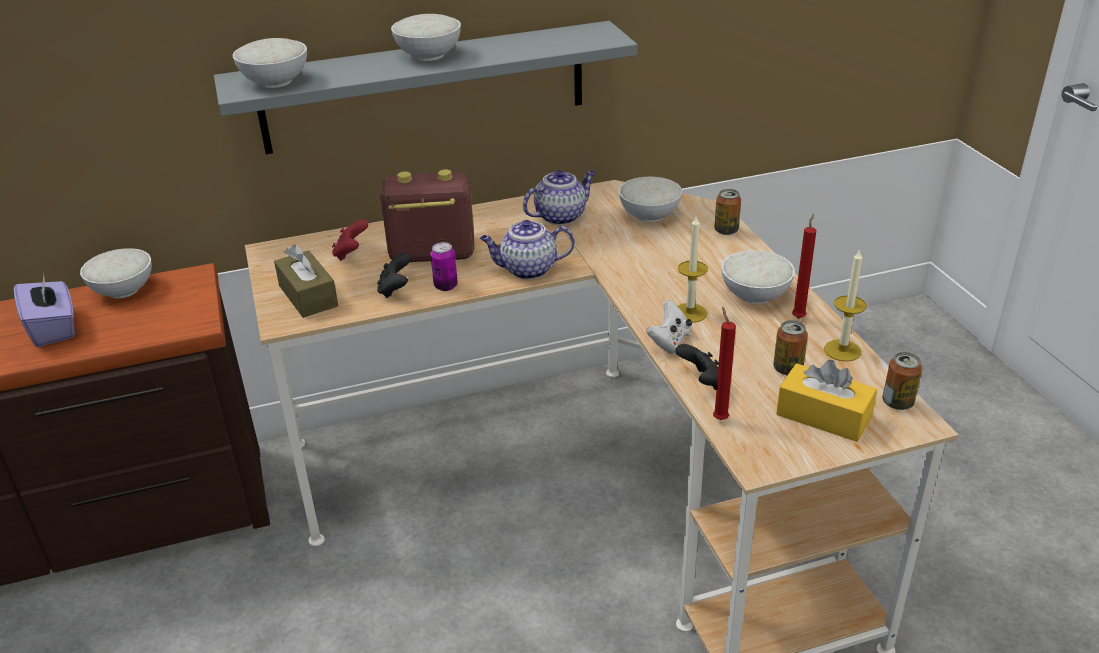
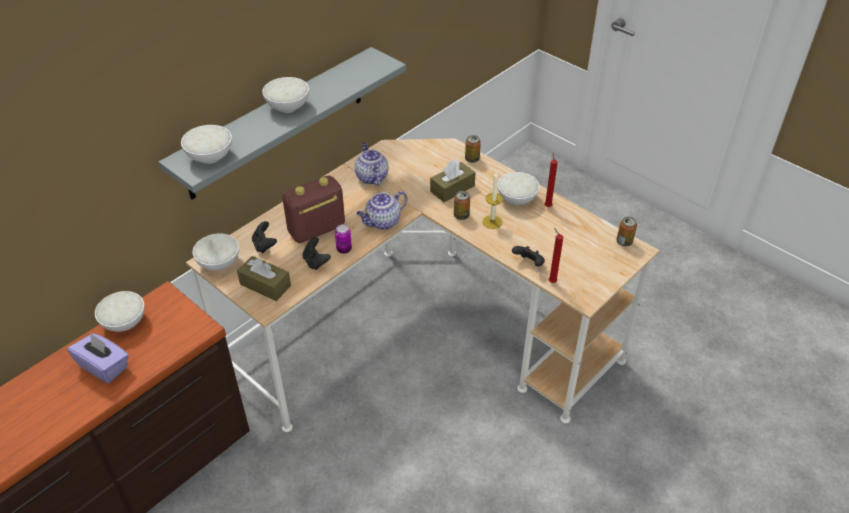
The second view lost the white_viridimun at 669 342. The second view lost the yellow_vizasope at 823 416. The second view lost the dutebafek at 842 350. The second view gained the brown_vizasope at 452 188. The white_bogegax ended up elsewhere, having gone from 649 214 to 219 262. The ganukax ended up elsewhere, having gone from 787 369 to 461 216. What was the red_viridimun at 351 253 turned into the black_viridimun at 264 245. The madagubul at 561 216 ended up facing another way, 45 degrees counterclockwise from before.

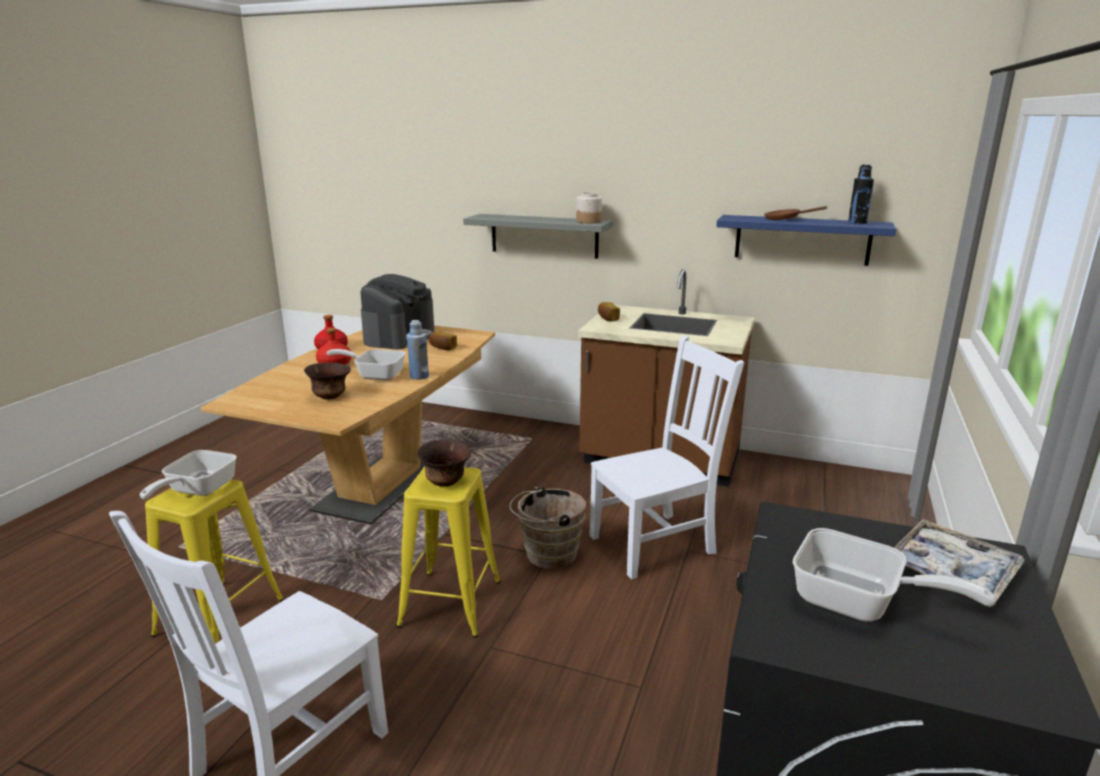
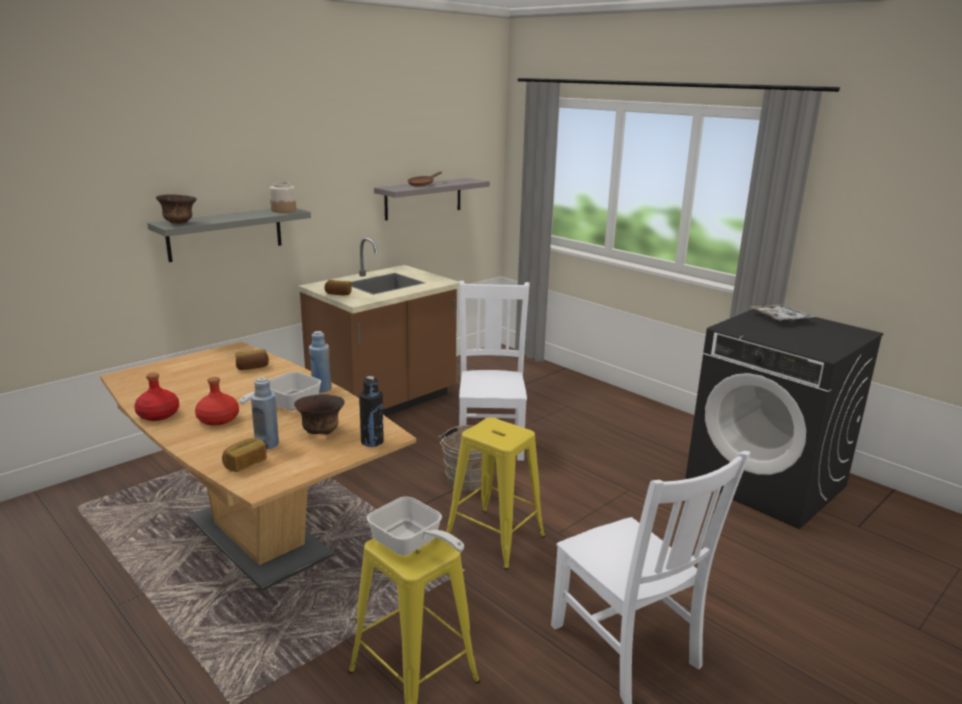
The second view lost the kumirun at 400 337. The second view lost the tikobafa at 859 603. The second view gained the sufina at 245 464. The second view gained the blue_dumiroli at 267 444. The brown_bogegax ended up elsewhere, having gone from 445 482 to 179 223. The black_dumiroli ended up elsewhere, having gone from 857 223 to 372 442. What was the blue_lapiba at 802 240 turned into the grey_lapiba at 423 198.

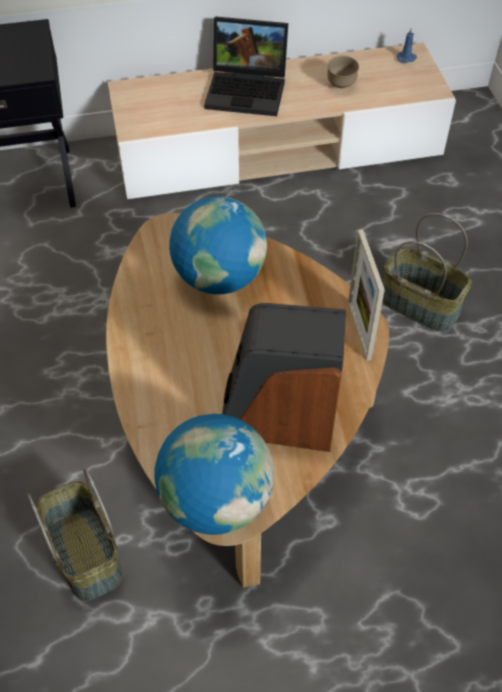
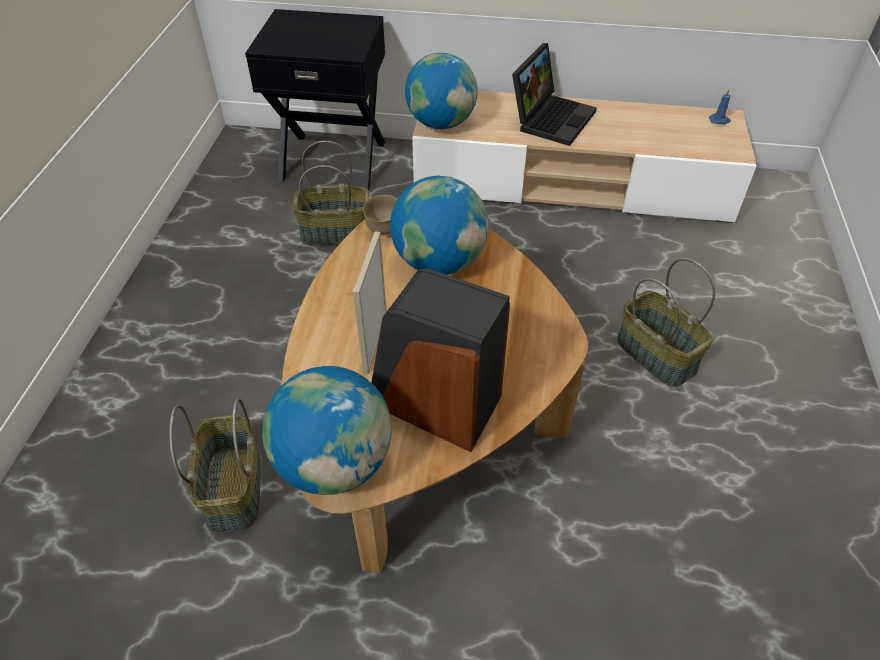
The second view gained the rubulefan at 336 231. The second view gained the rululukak at 441 123. The brown_bogegax ended up elsewhere, having gone from 341 85 to 384 230. The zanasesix ended up elsewhere, having gone from 359 330 to 375 342. The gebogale at 248 90 ended up facing another way, 90 degrees counterclockwise from before.

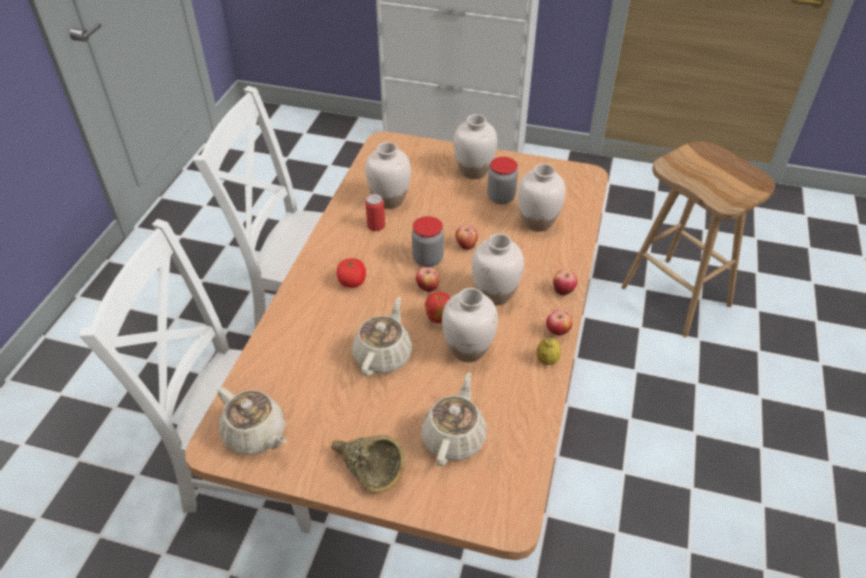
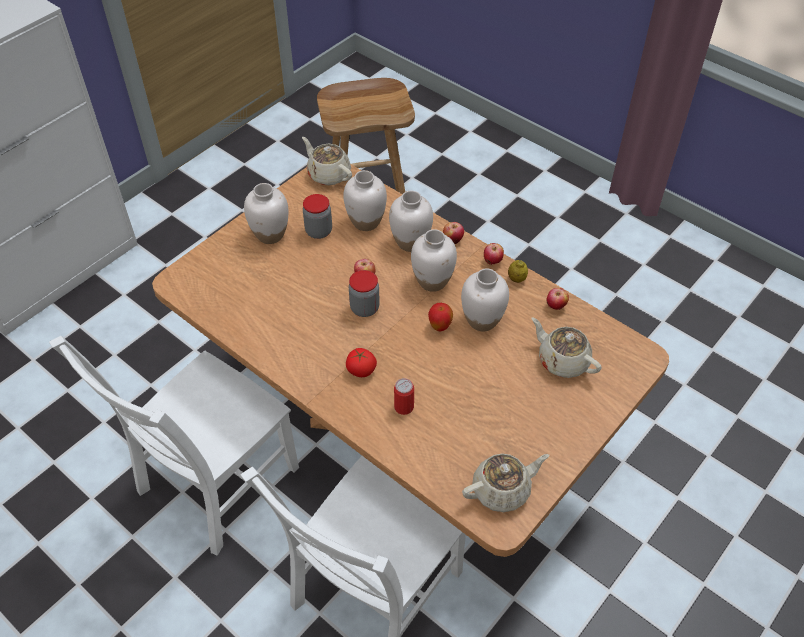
The second view lost the brown_bogegax at 367 469. The beige_madagubul ended up elsewhere, having gone from 383 355 to 328 174. The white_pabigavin ended up elsewhere, having gone from 389 200 to 410 242. The ganukax ended up elsewhere, having gone from 376 225 to 404 407. The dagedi ended up elsewhere, having gone from 427 288 to 555 307.

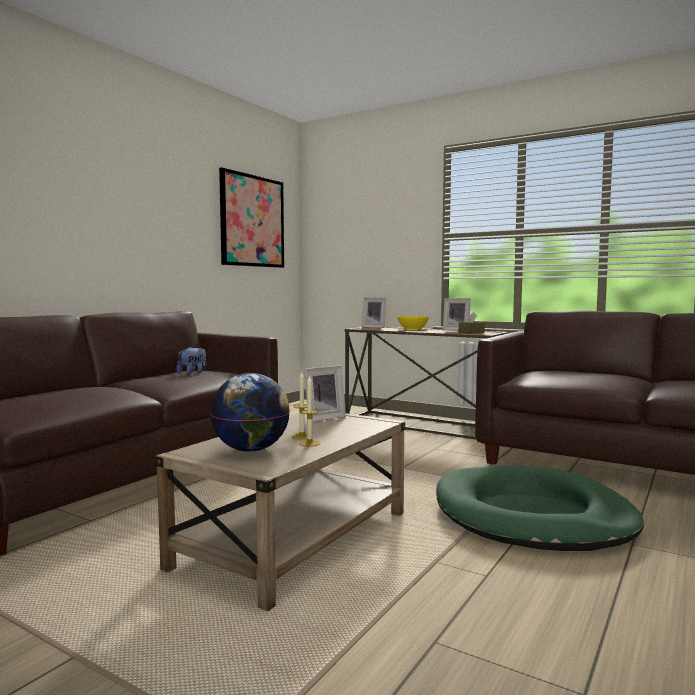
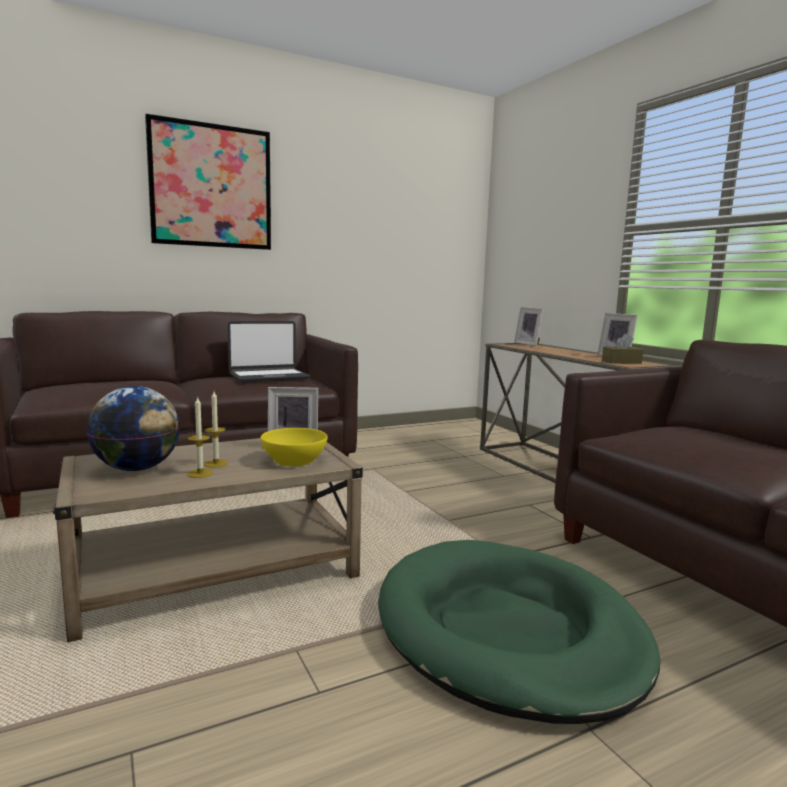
The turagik ended up elsewhere, having gone from 252 221 to 211 186. The yellow_bogegax ended up elsewhere, having gone from 413 328 to 294 460. Where the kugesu stood at 192 372, the gebogale came to stand at 269 376.

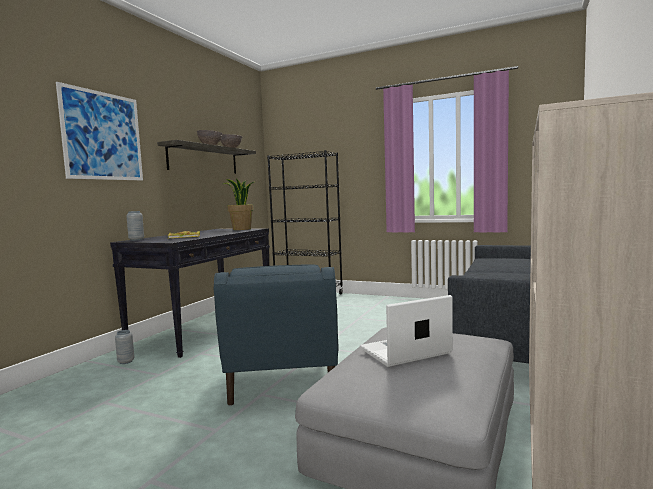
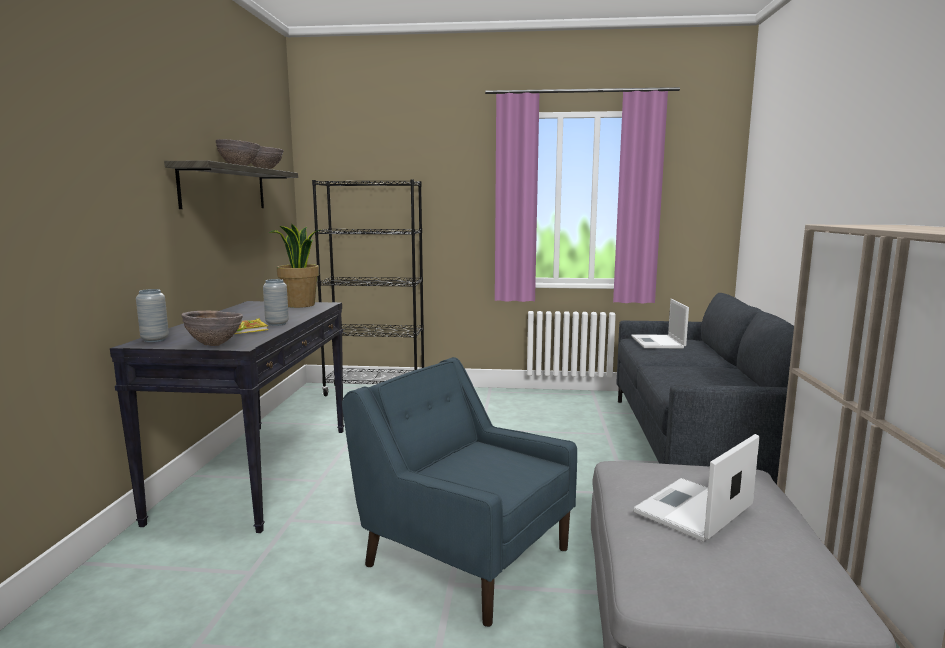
The second view lost the turagik at 103 136. The second view gained the brown_bogegax at 215 345. The second view gained the gebogale at 658 342. The grey_pabigavin ended up elsewhere, having gone from 126 361 to 277 324. The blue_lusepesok at 283 381 ended up facing another way, 150 degrees clockwise from before.

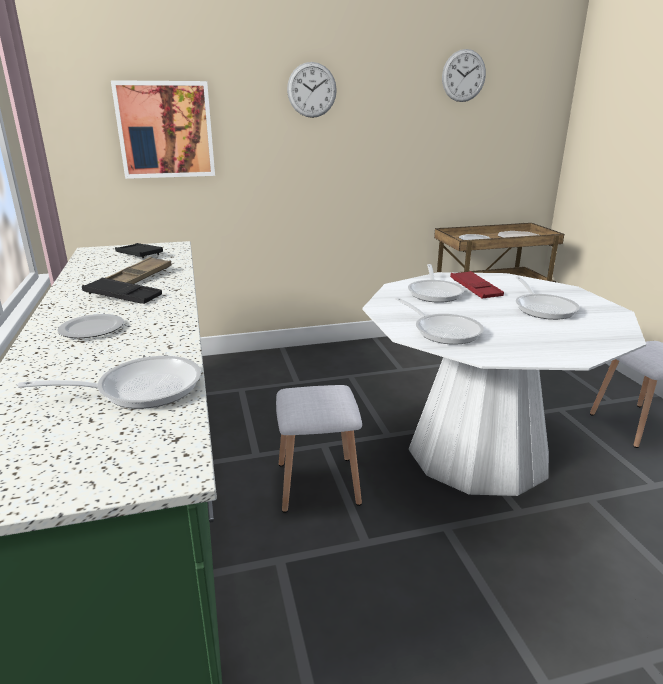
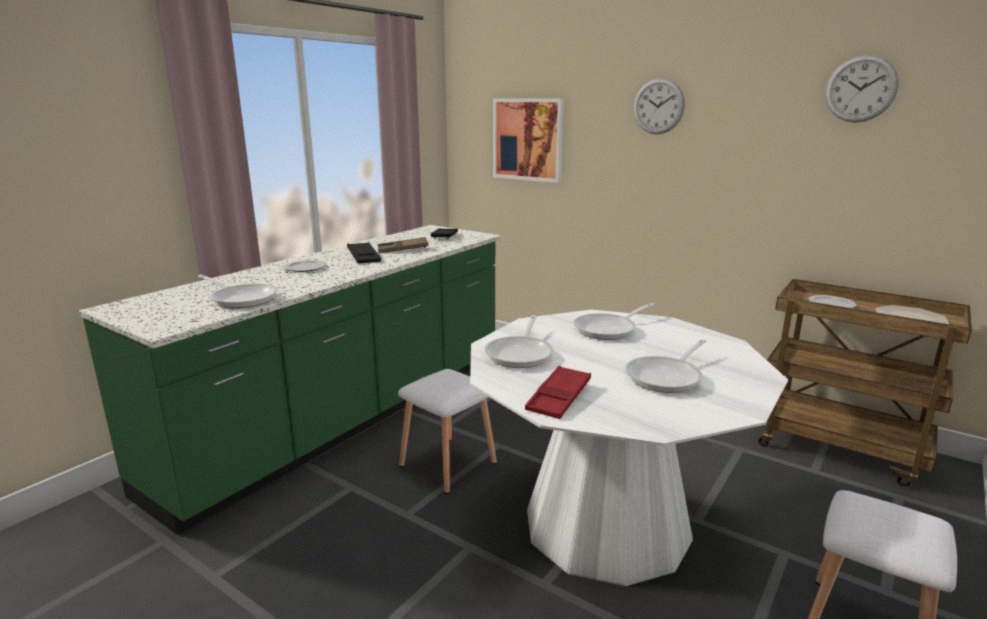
The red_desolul ended up elsewhere, having gone from 475 289 to 559 397.

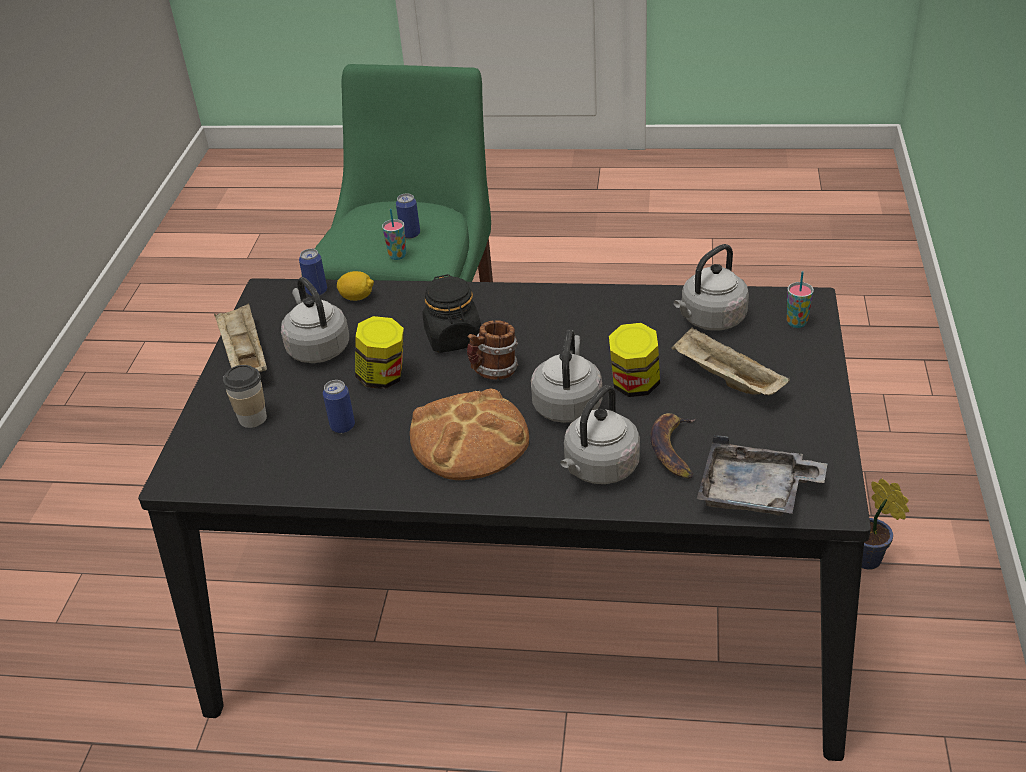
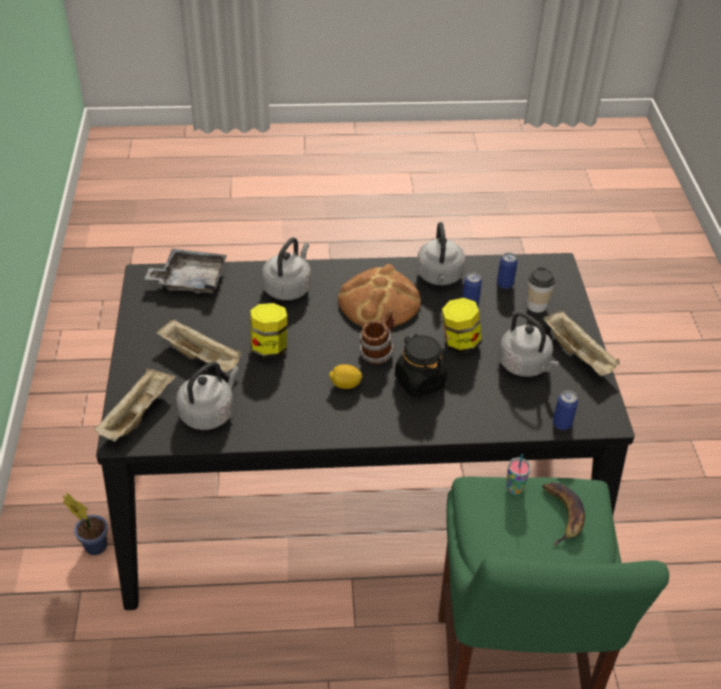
The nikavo ended up elsewhere, having gone from 357 297 to 345 385. The ganukax ended up elsewhere, having gone from 410 234 to 505 284. The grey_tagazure ended up elsewhere, having gone from 568 404 to 439 277. The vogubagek ended up elsewhere, having gone from 673 449 to 562 514. Where the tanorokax stood at 796 323, the beige_desolul came to stand at 138 414.

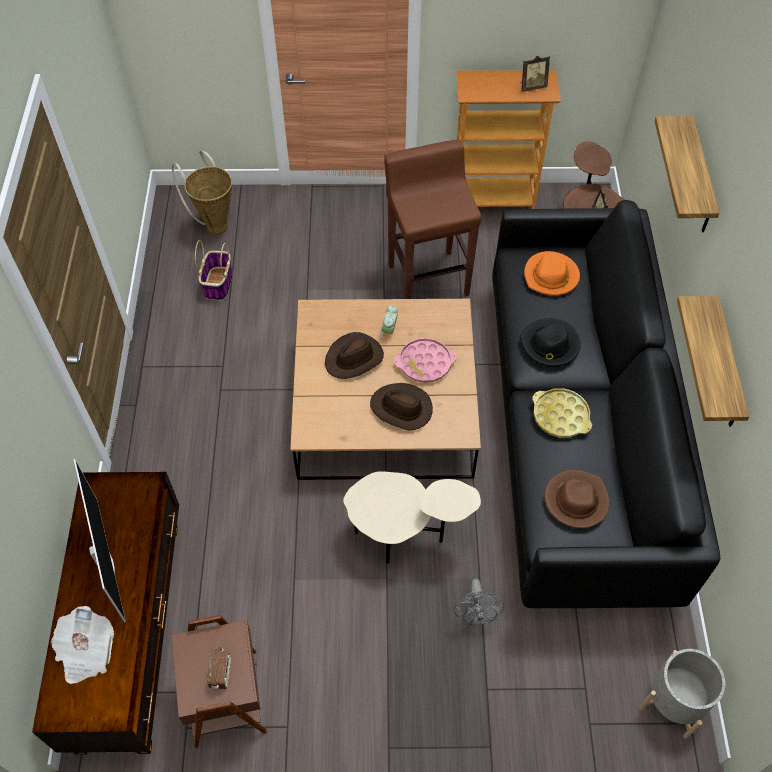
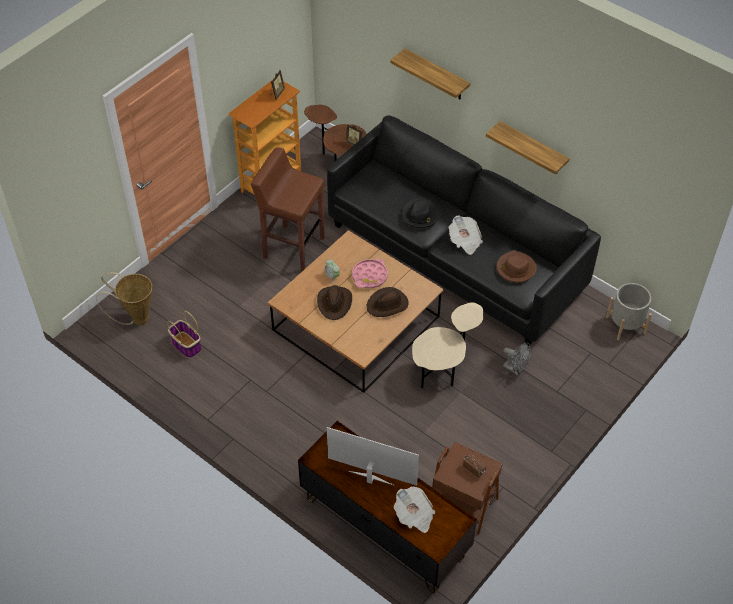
The second view lost the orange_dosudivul at 551 276. Where the yellow_desolul stood at 560 416, the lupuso came to stand at 465 241.

